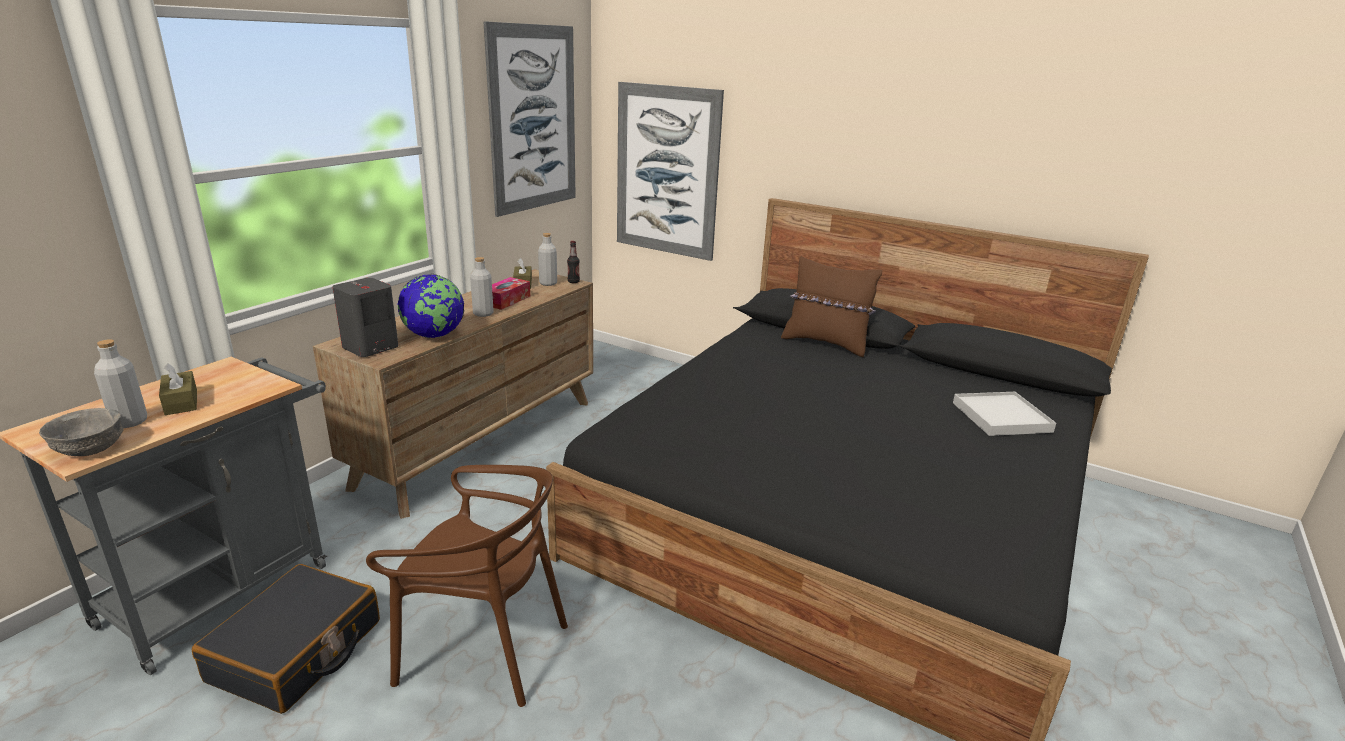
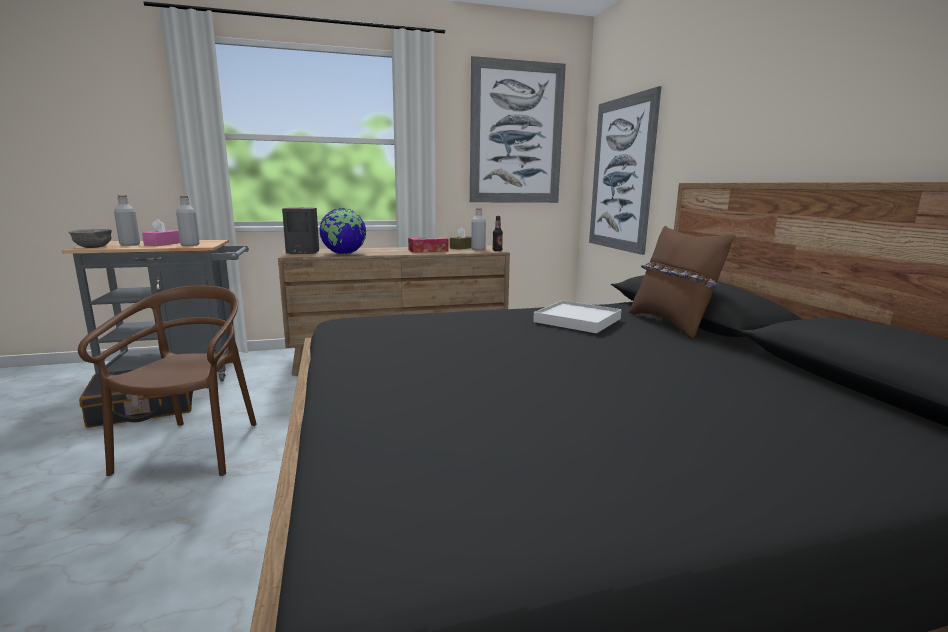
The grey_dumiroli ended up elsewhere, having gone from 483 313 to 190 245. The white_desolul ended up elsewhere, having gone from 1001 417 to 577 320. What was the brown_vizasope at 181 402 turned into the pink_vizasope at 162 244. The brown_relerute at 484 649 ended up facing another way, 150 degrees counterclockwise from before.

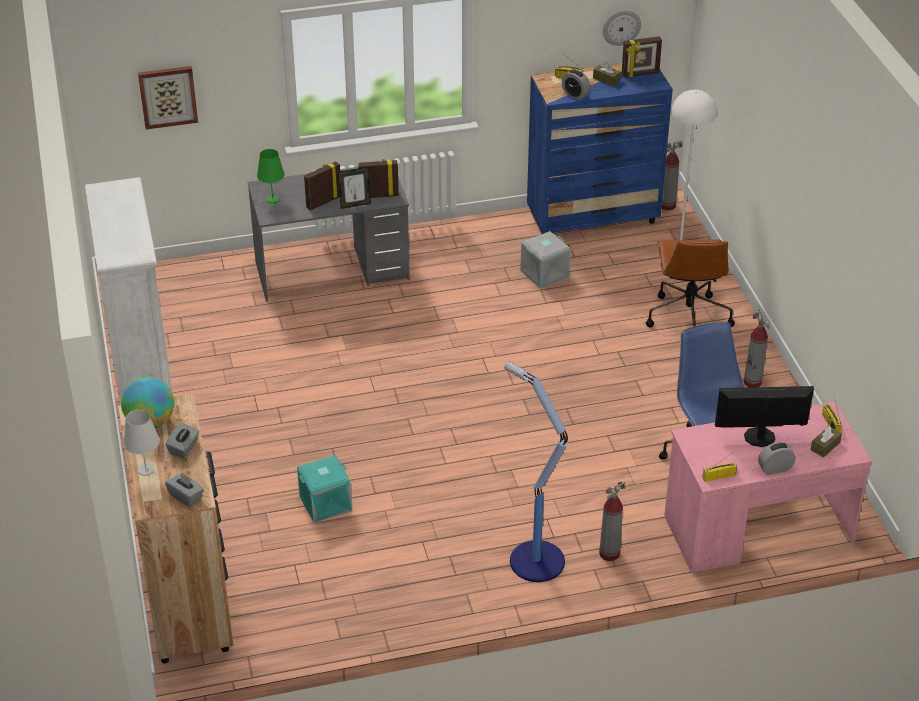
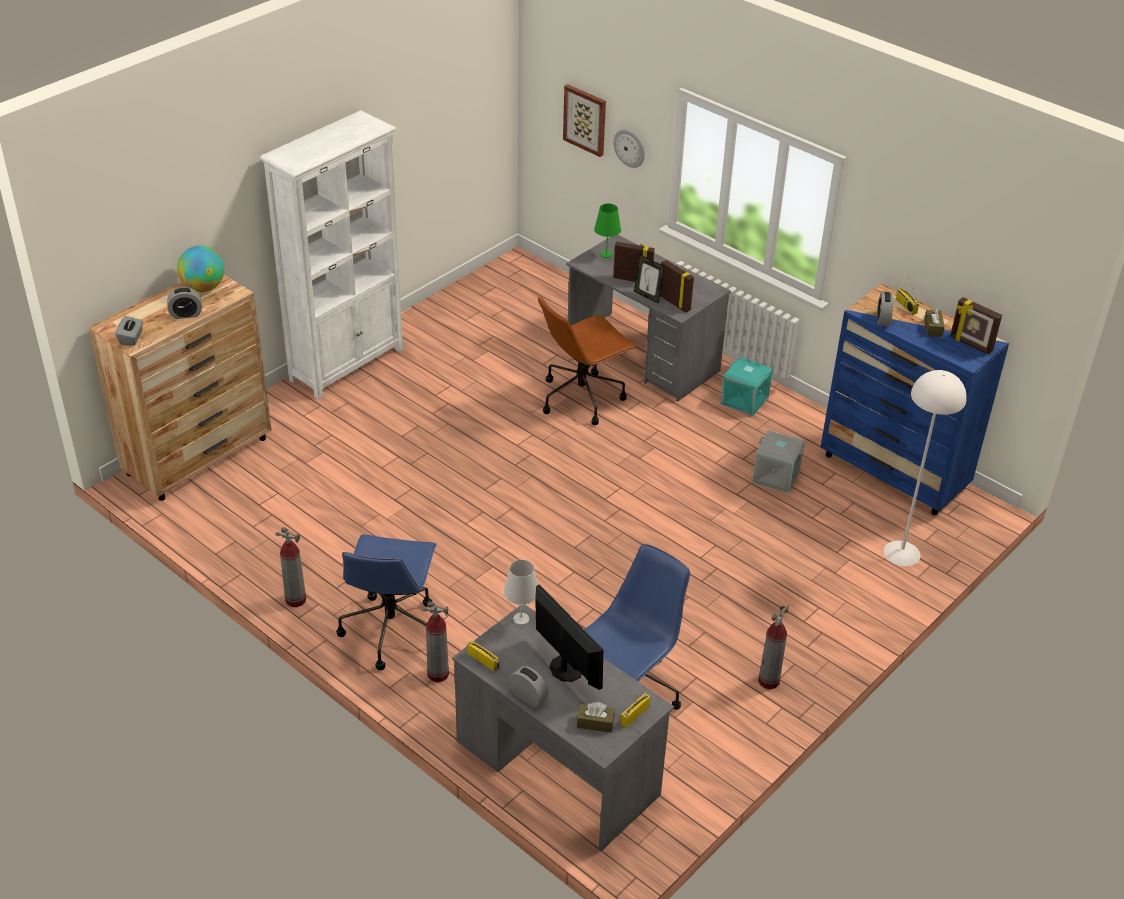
The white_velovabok ended up elsewhere, having gone from 146 470 to 521 619. The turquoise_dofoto ended up elsewhere, having gone from 325 504 to 743 401. The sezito ended up elsewhere, having gone from 621 27 to 629 148. The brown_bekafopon ended up elsewhere, having gone from 687 317 to 582 397. The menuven ended up elsewhere, having gone from 667 205 to 295 600. Where the grey_vizasope stood at 184 448, the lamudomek came to stand at 186 314. Where the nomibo stood at 535 560, the blue_bekafopon came to stand at 391 629. What was the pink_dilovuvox at 757 529 turned into the grey_dilovuvox at 557 767.

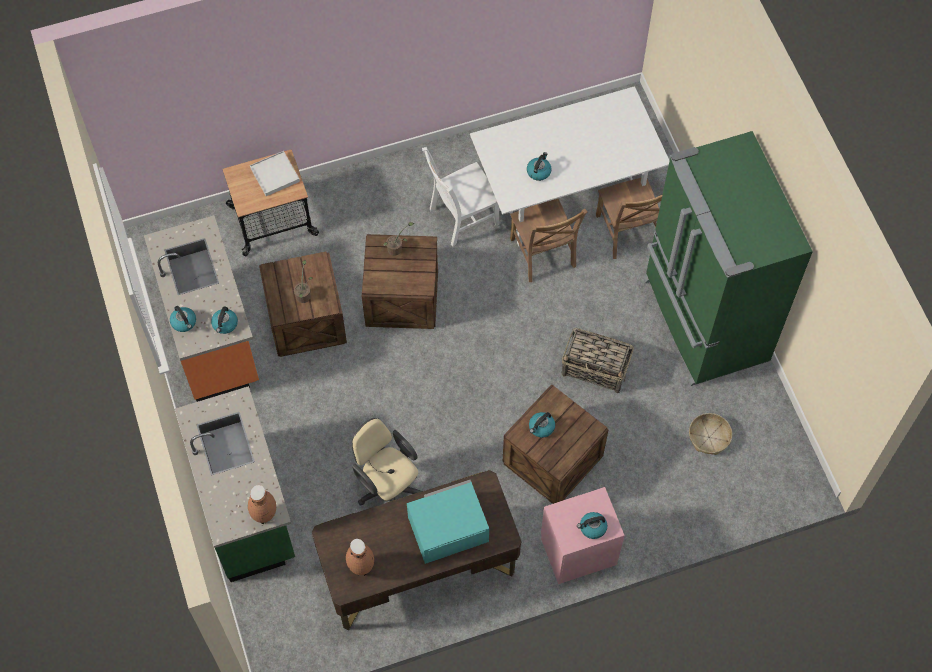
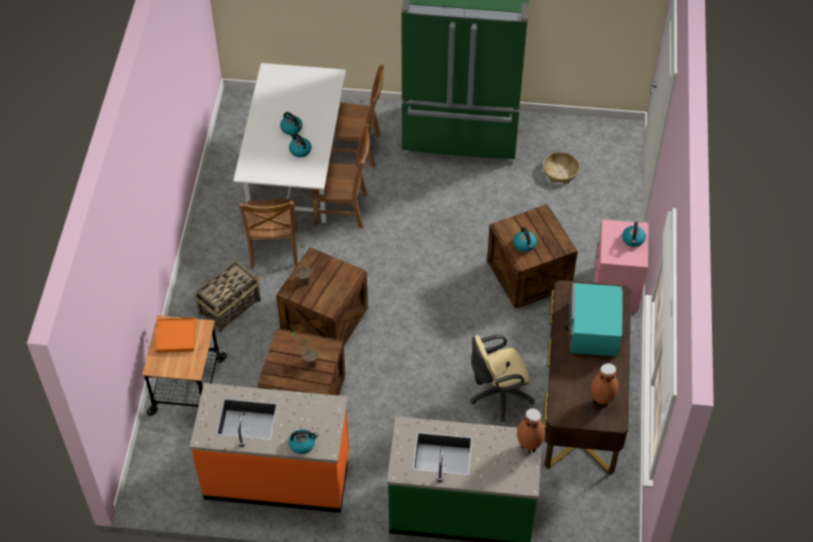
The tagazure ended up elsewhere, having gone from 225 324 to 292 128. The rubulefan ended up elsewhere, having gone from 596 369 to 230 306. What was the white_desolul at 275 175 turned into the orange_desolul at 176 336. What was the white_relerute at 461 218 turned into the brown_relerute at 274 250.

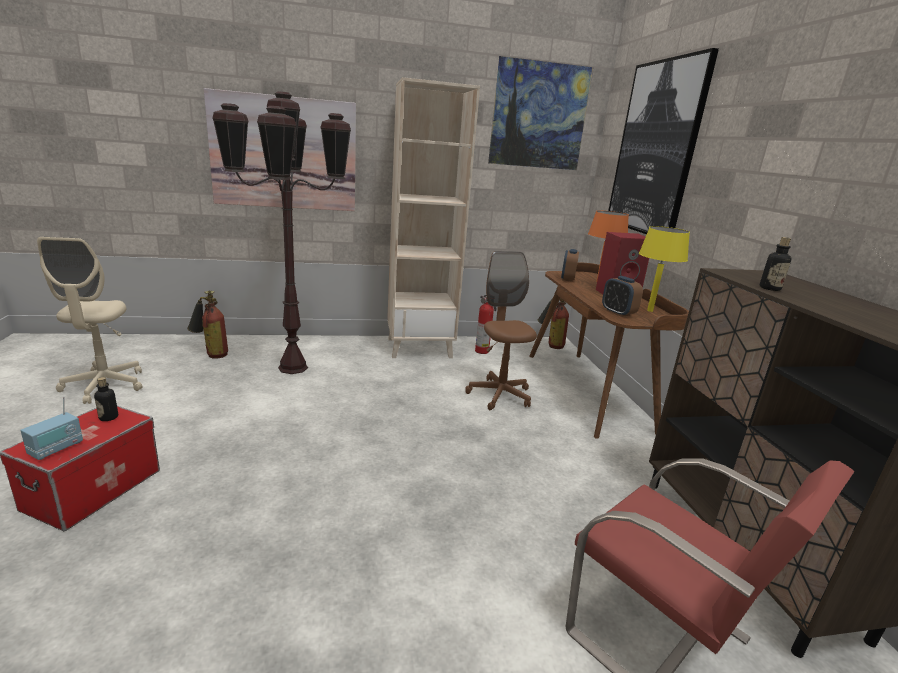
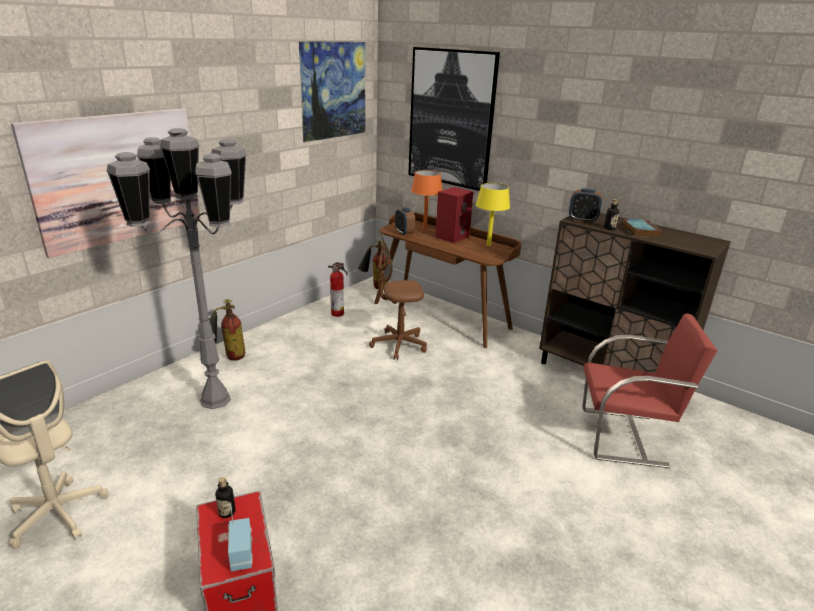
The second view lost the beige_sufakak at 420 348. The second view gained the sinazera at 640 231. The menuven ended up elsewhere, having gone from 211 354 to 228 358. The lamudomek ended up elsewhere, having gone from 618 313 to 582 220. What was the brown_nomibo at 293 367 turned into the grey_nomibo at 215 399. The brown_bekafopon at 499 395 ended up facing another way, 45 degrees counterclockwise from before.

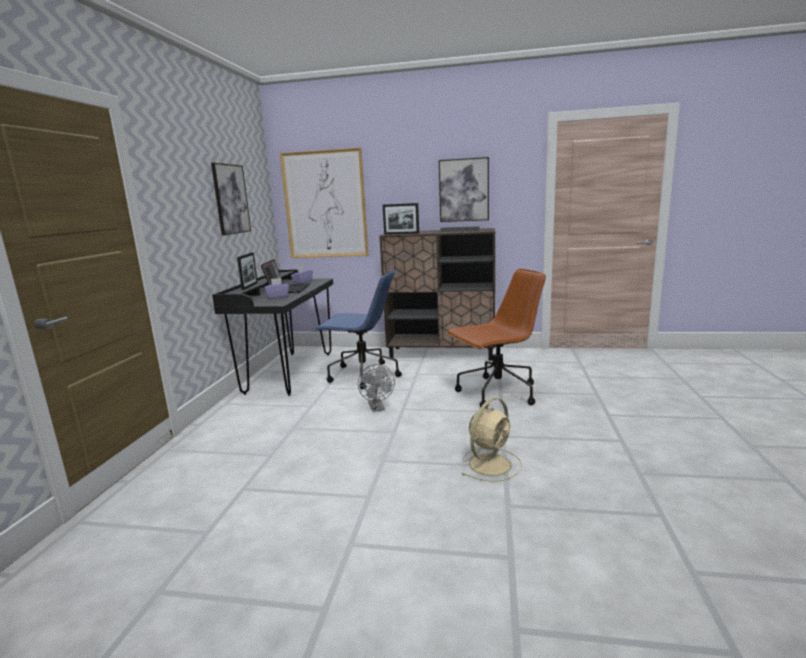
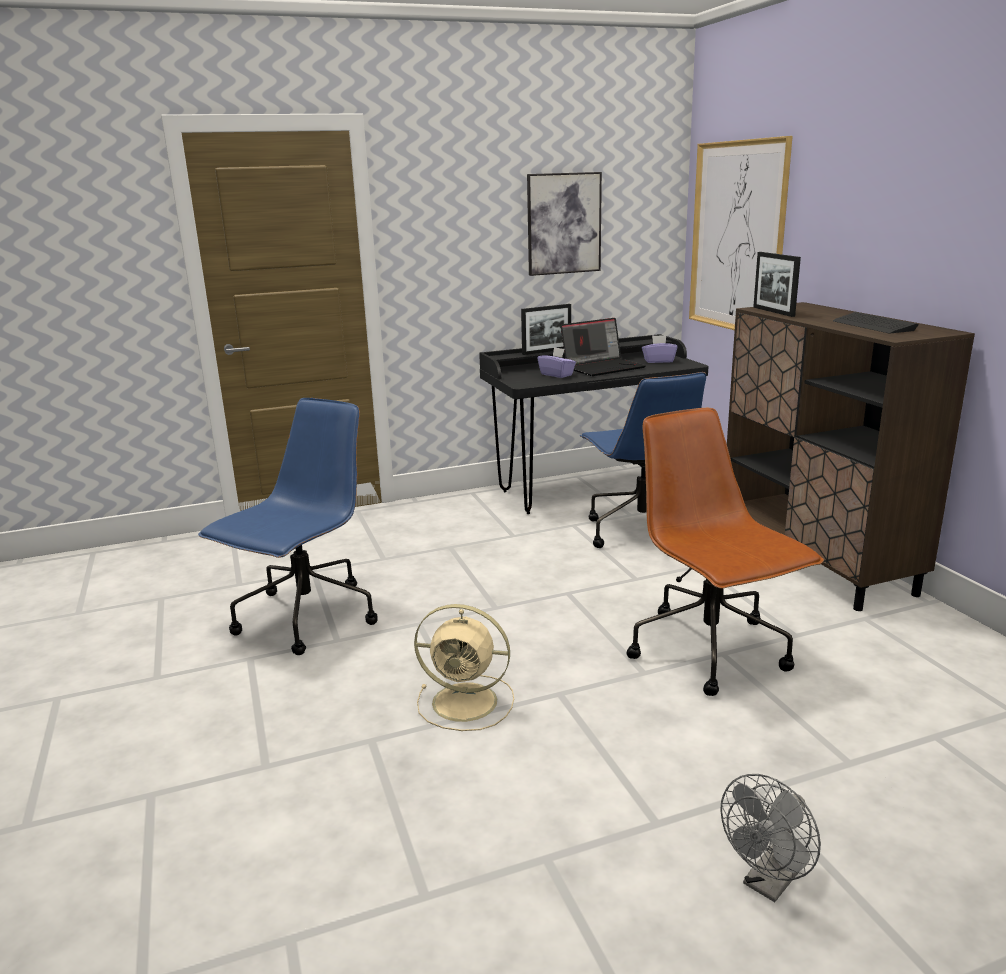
The second view lost the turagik at 464 190. The second view gained the blue_bekafopon at 306 619. The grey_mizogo ended up elsewhere, having gone from 377 408 to 768 883. The brown_bekafopon at 496 393 ended up facing another way, 150 degrees counterclockwise from before.

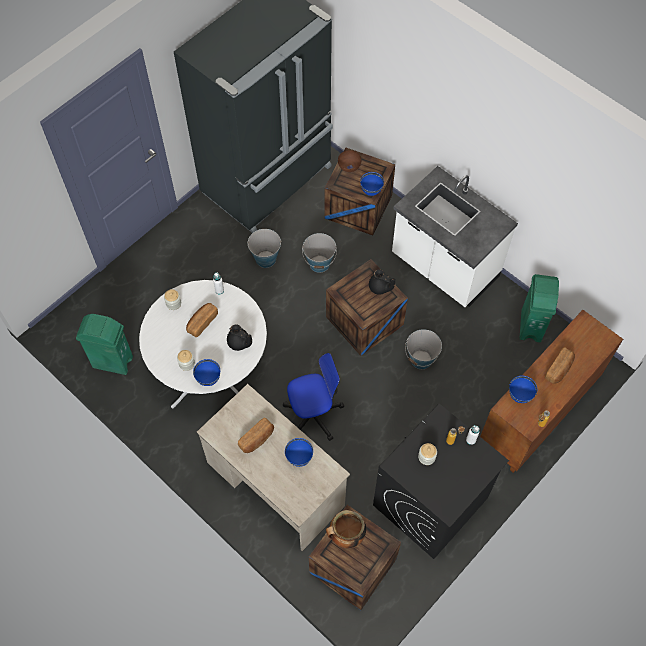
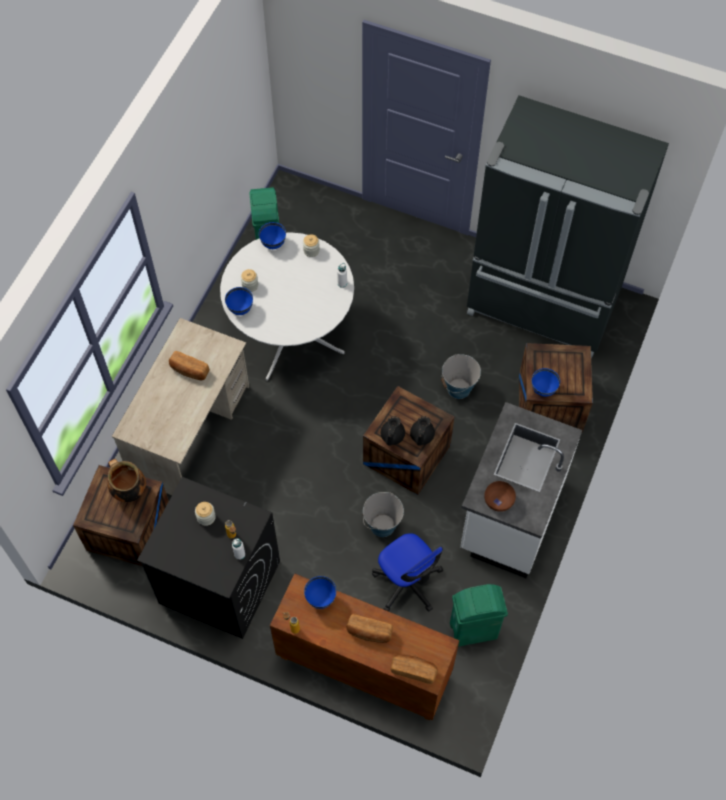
The second view lost the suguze at 265 259. The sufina ended up elsewhere, having gone from 202 322 to 413 670. The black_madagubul ended up elsewhere, having gone from 239 343 to 392 436. The bekafopon ended up elsewhere, having gone from 313 414 to 407 583. The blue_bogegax ended up elsewhere, having gone from 299 458 to 273 244. The brown_bogegax ended up elsewhere, having gone from 349 166 to 499 501.

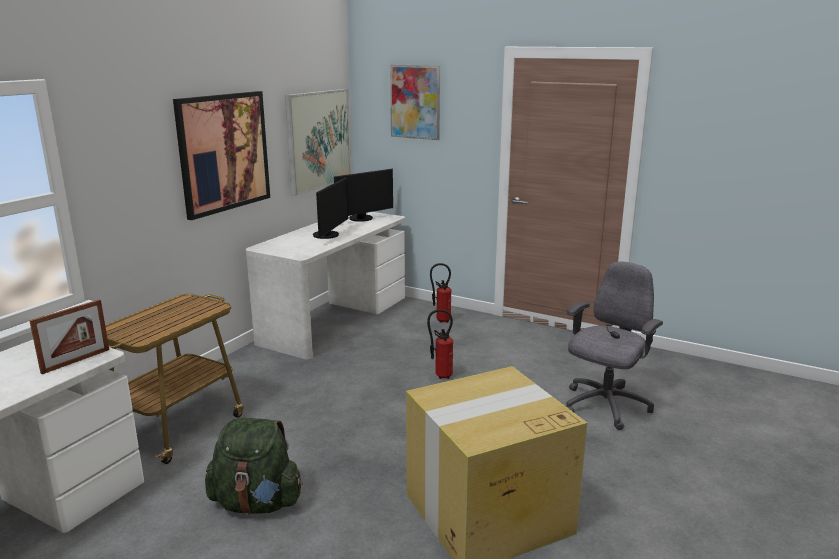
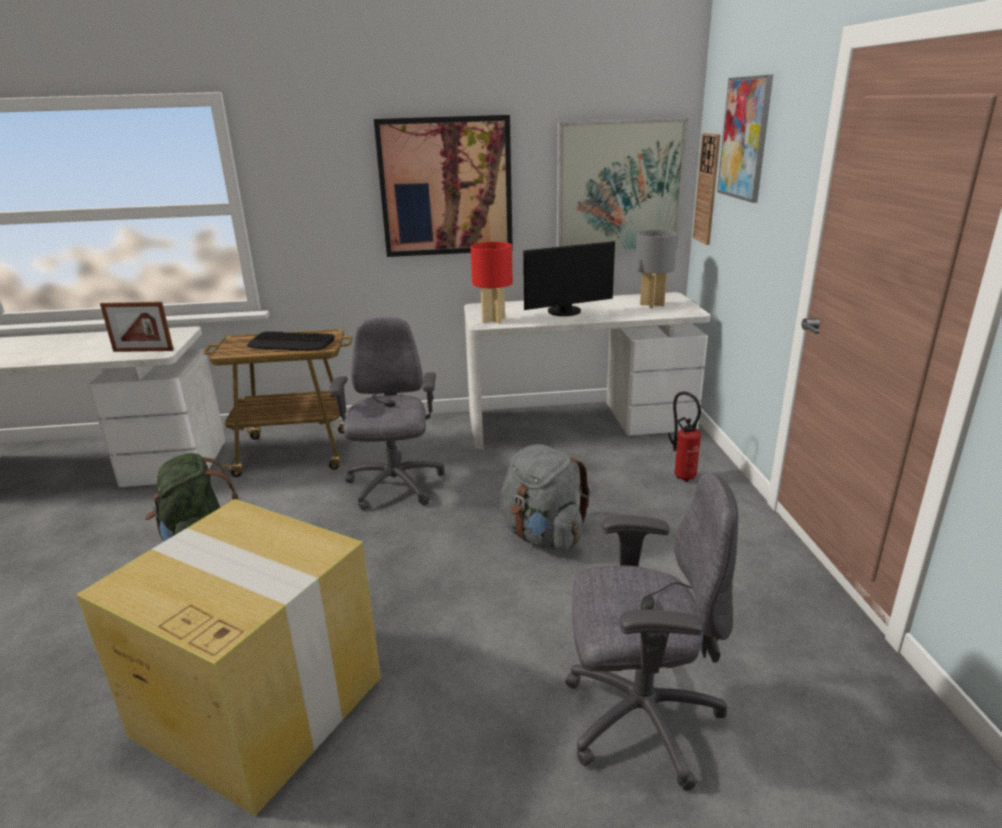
The second view gained the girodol at 291 343. The second view gained the grey_bekafopon at 394 486. The second view gained the red_velovabok at 494 320. The second view gained the sezito at 707 189. Where the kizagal stood at 362 219, the grey_velovabok came to stand at 652 305. Where the menuven stood at 440 376, the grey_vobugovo came to stand at 542 536.

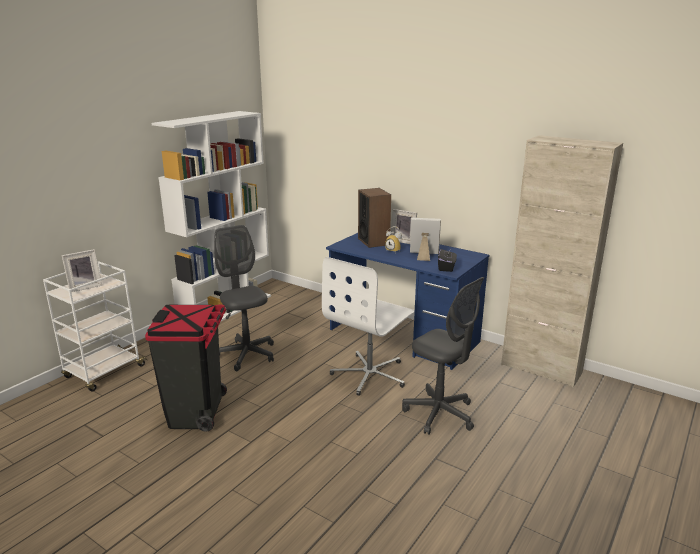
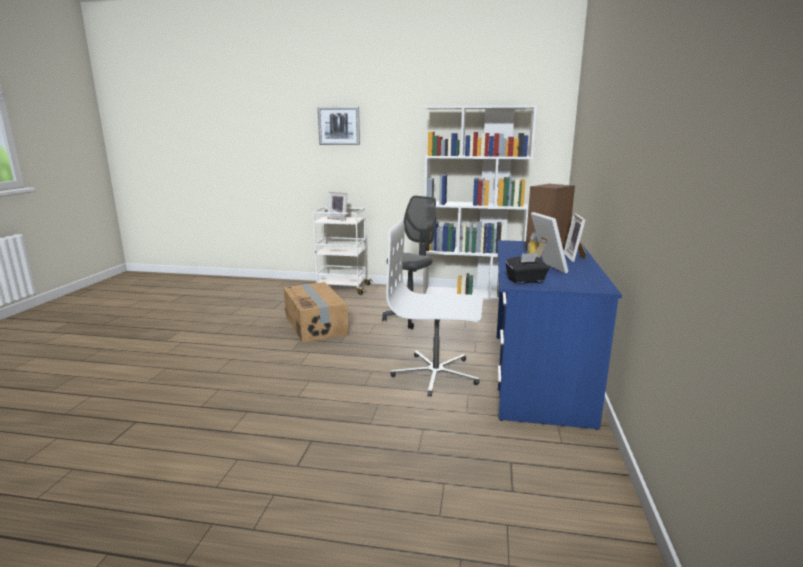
The second view lost the grey_bekafopon at 439 414. The second view lost the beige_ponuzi at 541 369. The second view gained the turagik at 339 126. Where the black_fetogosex stood at 197 413, the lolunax came to stand at 316 324.

